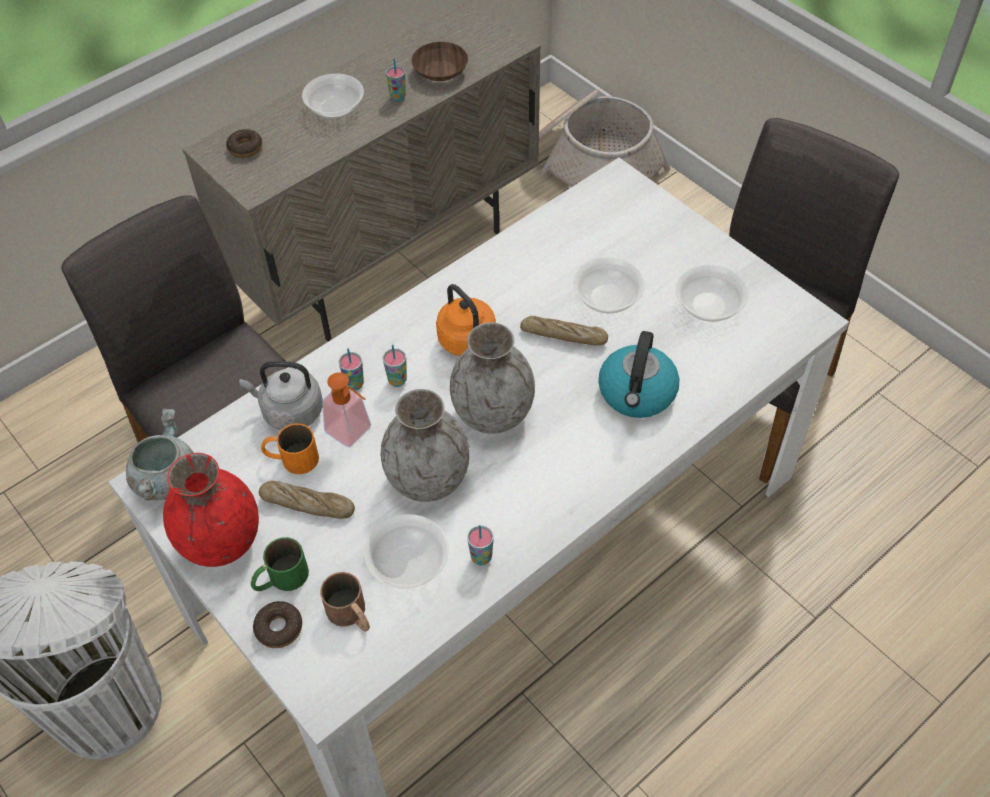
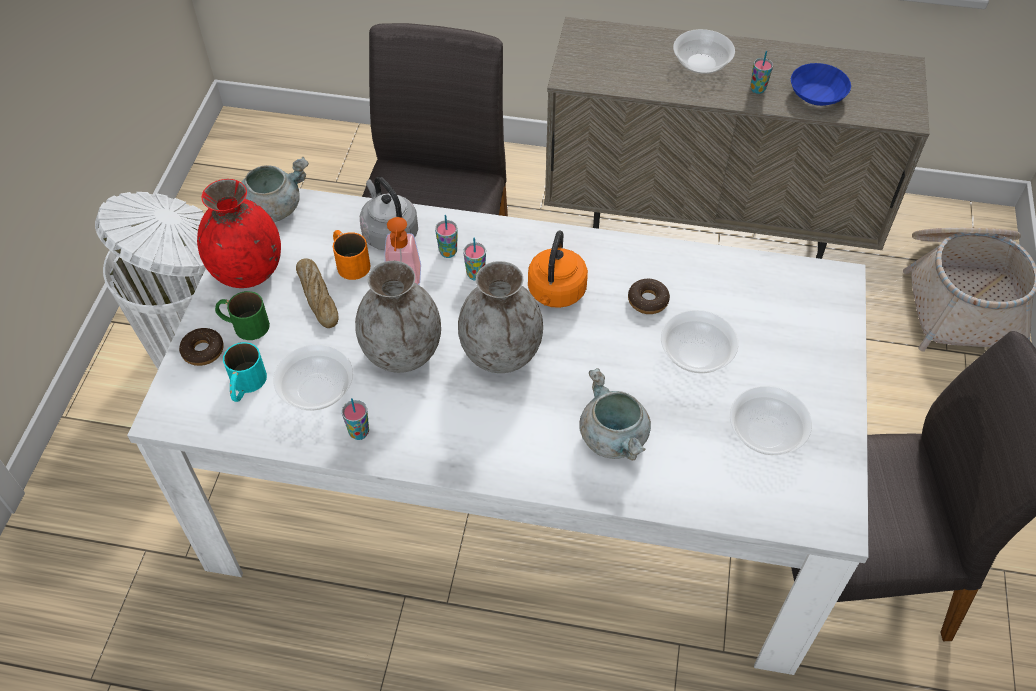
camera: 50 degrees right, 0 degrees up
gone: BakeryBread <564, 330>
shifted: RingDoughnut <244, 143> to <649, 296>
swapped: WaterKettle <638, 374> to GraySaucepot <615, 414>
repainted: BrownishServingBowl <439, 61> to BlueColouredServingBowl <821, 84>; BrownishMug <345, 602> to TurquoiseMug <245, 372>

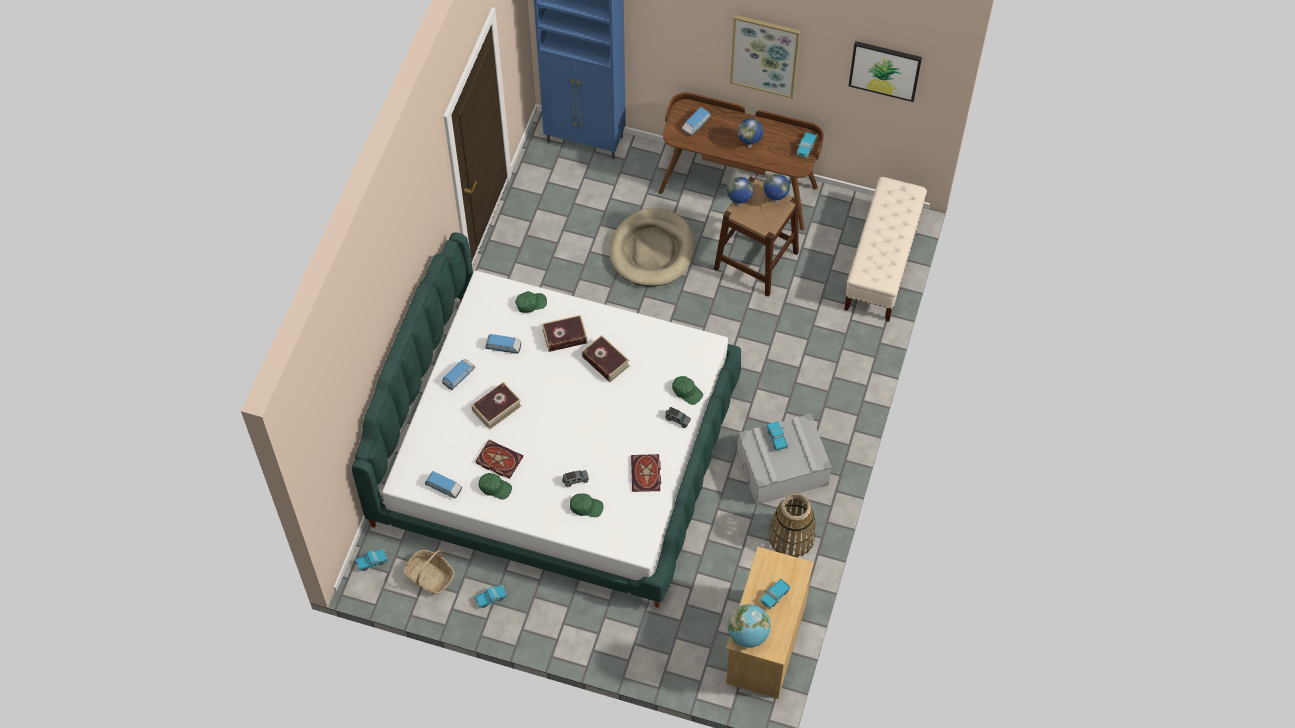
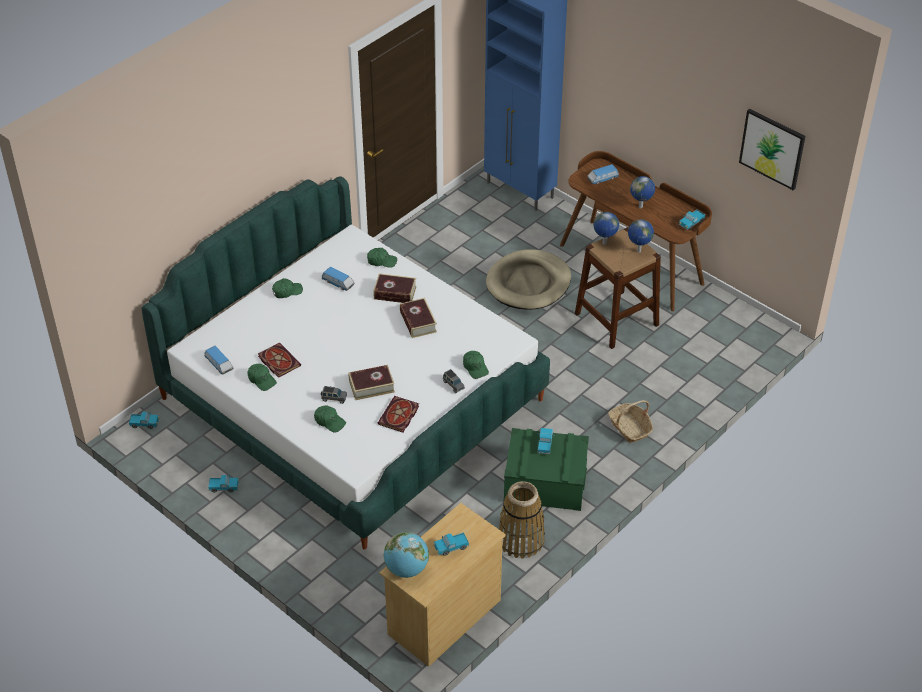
camera: 25 degrees right, 15 degrees down
gone: Picture <765, 57>; BeigeLongSeat <885, 249>
shifted: BoundBook <496, 406> to <371, 382>; StorageBasket <428, 572> to <630, 421>
swapped: MiniatureCar <458, 374> to GreenColouredBaseballCap <287, 288>
repainted: GrayStorageBin <784, 459> to GreenColouredStorageBin <546, 469>

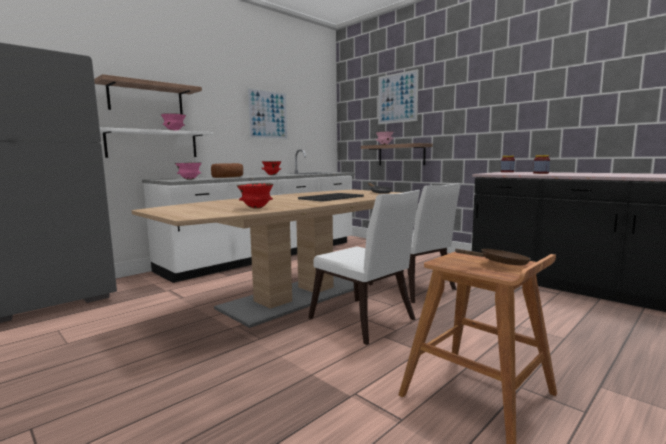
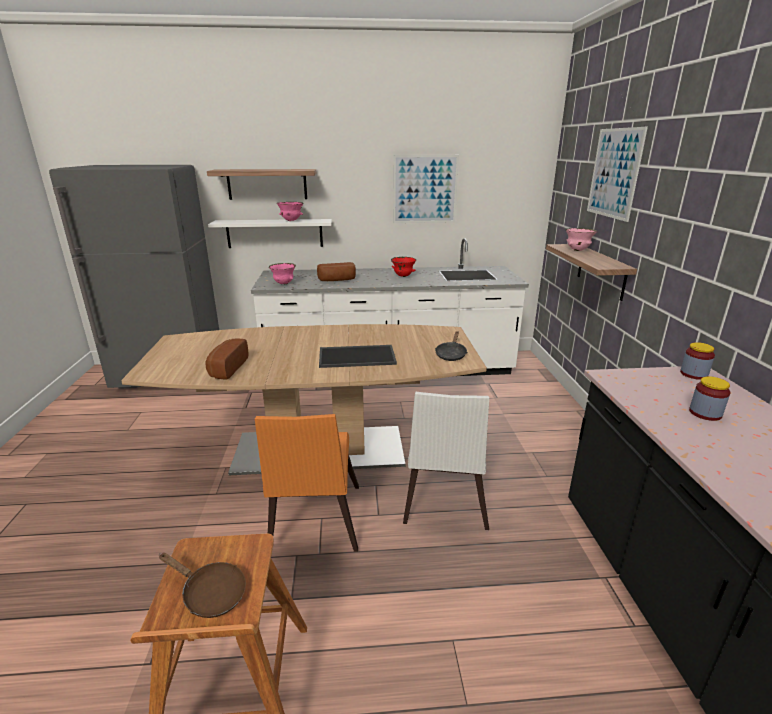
camera: 40 degrees right, 15 degrees up
swapped: RedServingBowl <255, 196> to BakeryBread <227, 359>
repainted: WhiteUprightChair <364, 267> to OrangeyUprightChair <307, 483>

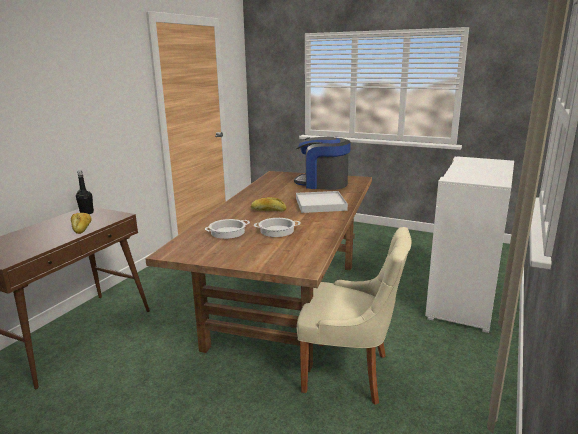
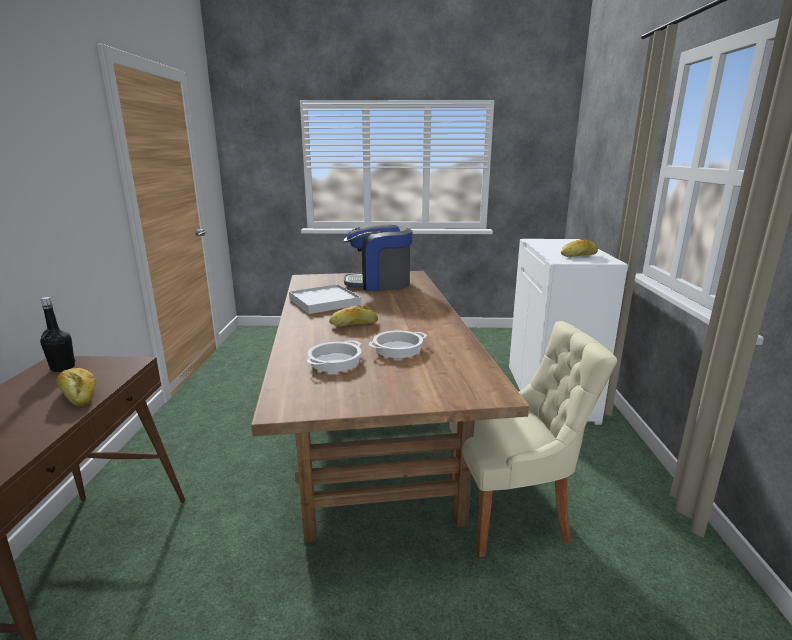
camera: 25 degrees left, 0 degrees up
new: BakeryBread <579, 248>
shifted: WhiteServingTray <322, 202> to <325, 299>

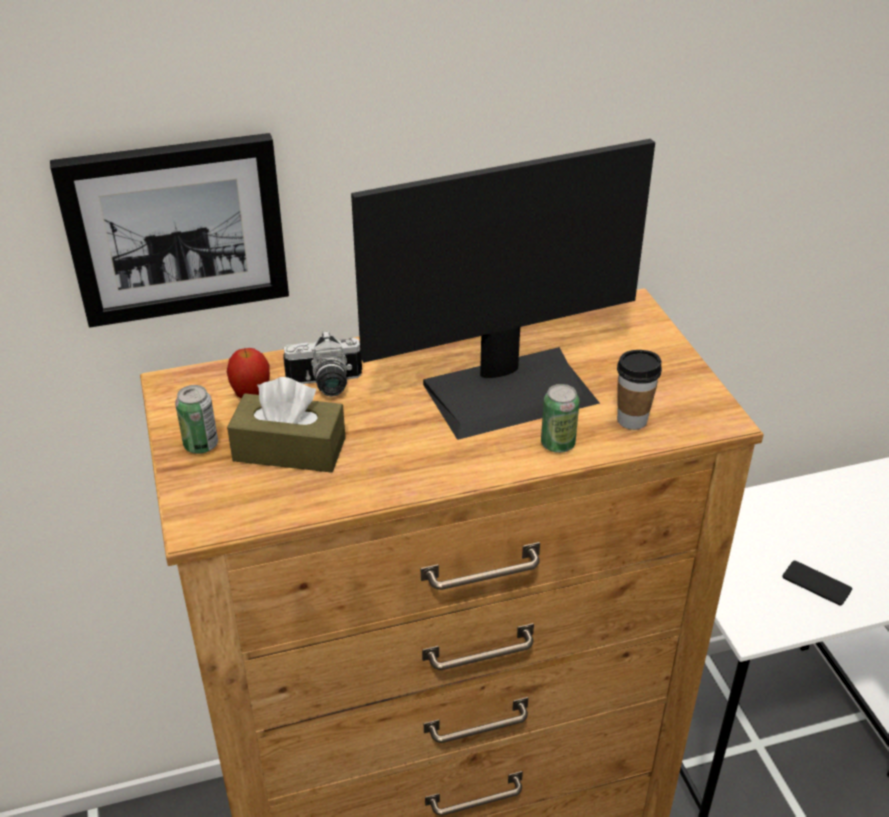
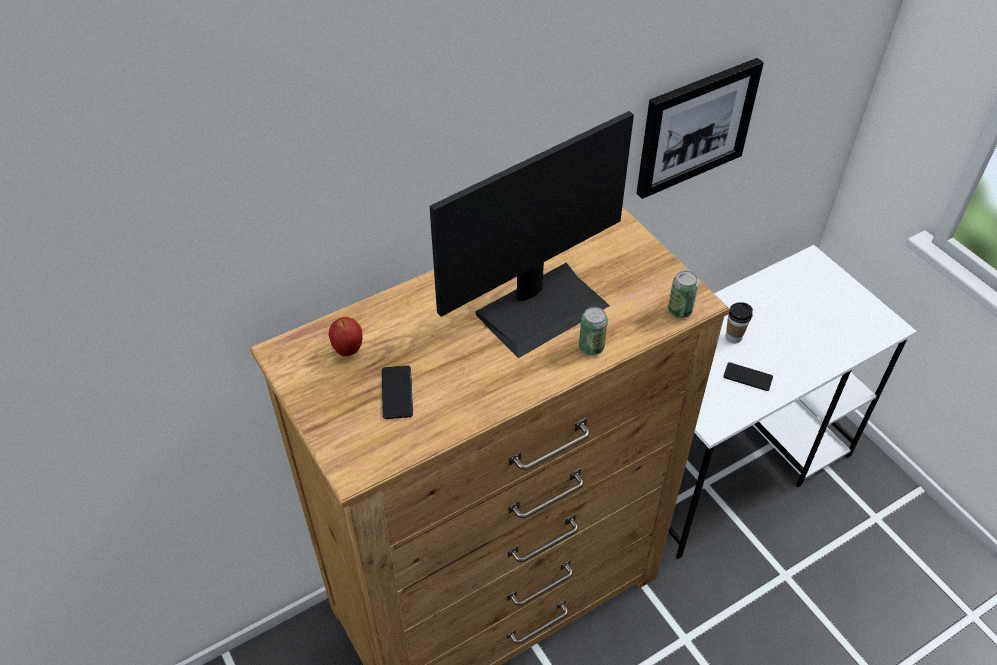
camera: 15 degrees left, 10 degrees up
gone: PhotoCamera <322, 363>
shifted: Picture <169, 230> to <700, 128>; SmallCup <639, 390> to <739, 323>; MetalCan <196, 419> to <683, 294>
swapped: BrownishTissueBox <286, 425> to Handset <397, 392>

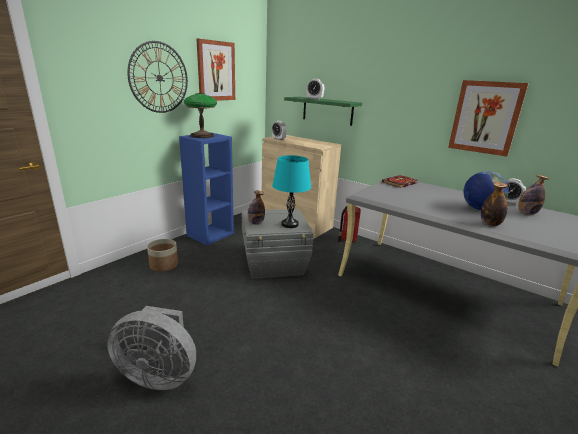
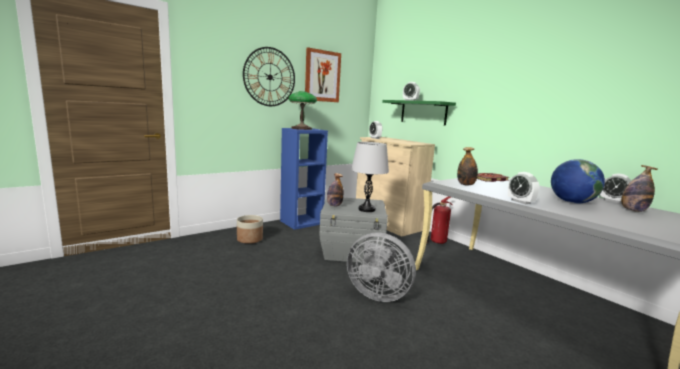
camera: 15 degrees right, 10 degrees down
gone: Picture <488, 118>
new: BedsideClock <523, 188>
shifted: Bottle <494, 204> to <467, 166>; GrayFan <151, 348> to <381, 267>
repainted: TurquoiseTableLamp <291, 191> to GrayTableLamp <370, 177>

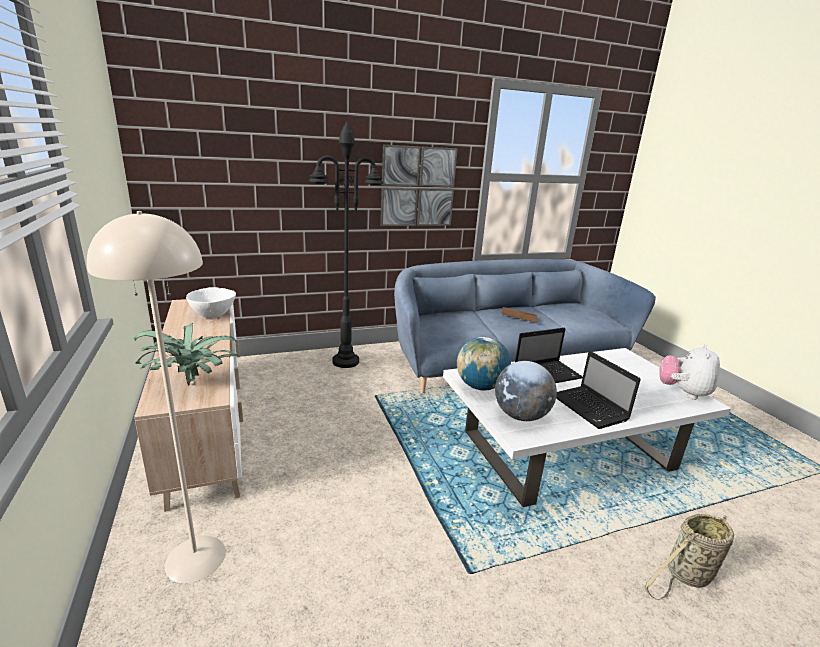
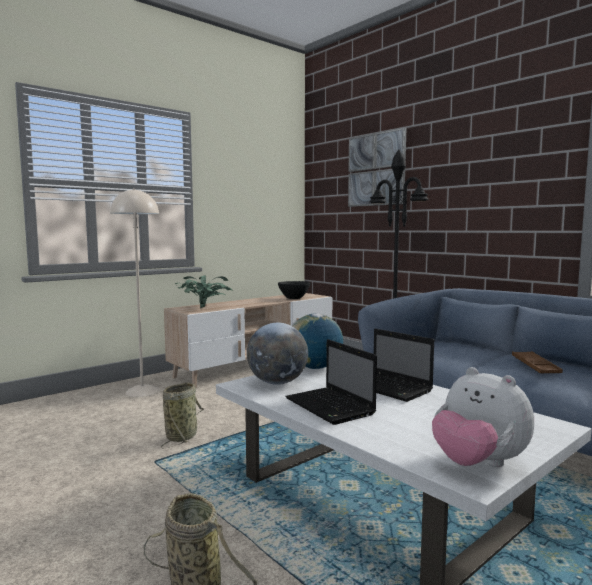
camera: 70 degrees right, 15 degrees down
new: StorageBasket <182, 415>
shifted: Picture <419, 185> to <377, 167>
repainted: WhiteServingBowl <211, 302> to BlackServingBowl <294, 290>
rotated: SoftToy <689, 372> = <483, 417> 135 degrees counterclockwise; NotebookComputer <598, 390> = <331, 382> 75 degrees counterclockwise

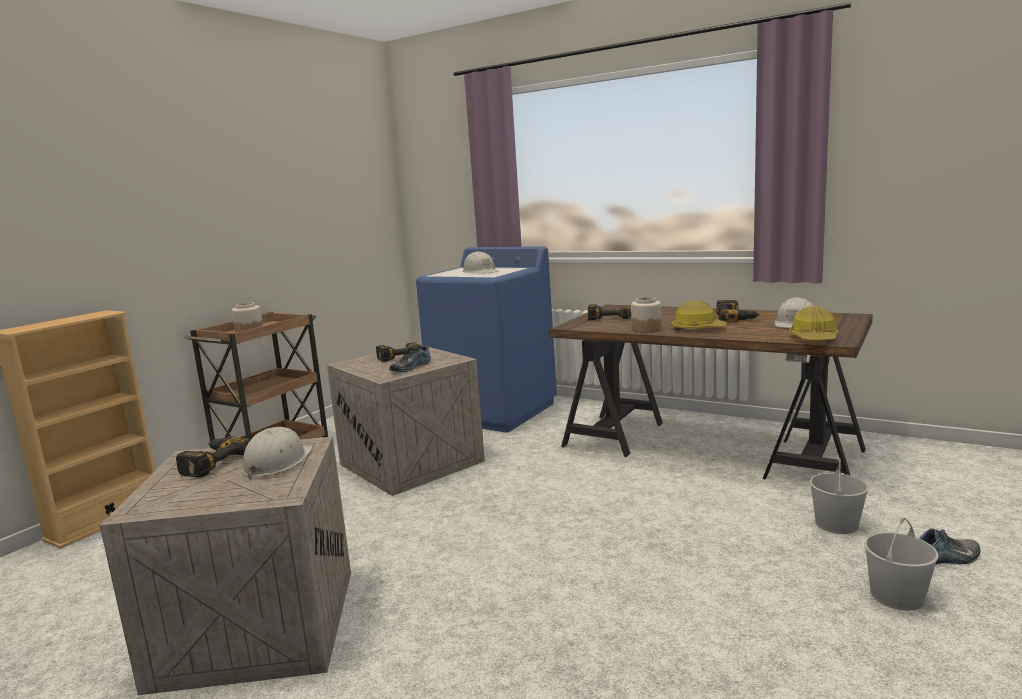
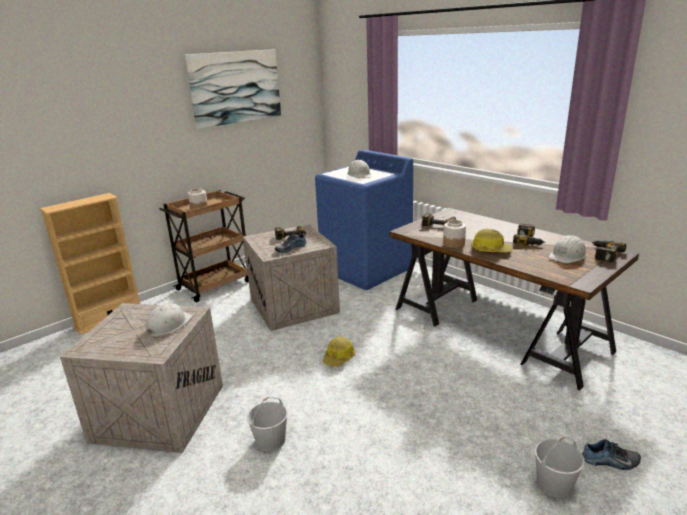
camera: 15 degrees right, 10 degrees up
new: Picture <233, 89>
shifted: SafetyHelmet <813, 323> to <339, 352>; PowerDrill <213, 457> to <608, 251>; WhitePail <839, 496> to <267, 424>

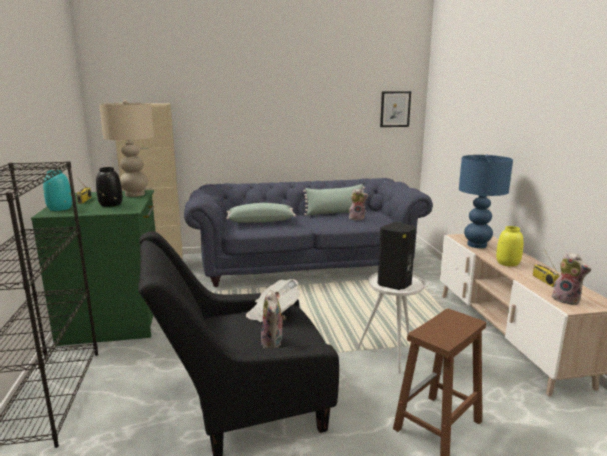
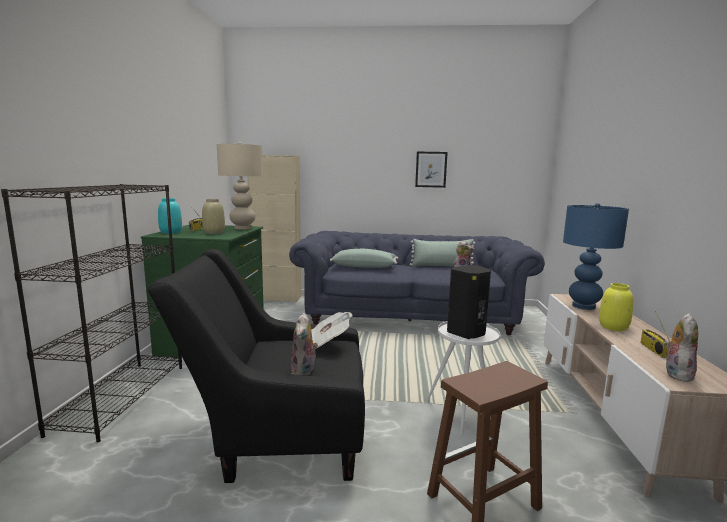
camera: 15 degrees right, 5 degrees down
shifted: Picture <395, 109> to <431, 170>
repainted: BlackDecorativeVase <109, 187> to BeigeDecorativeVase <213, 216>
rotated: SoftToy <570, 278> = <681, 347> 120 degrees counterclockwise

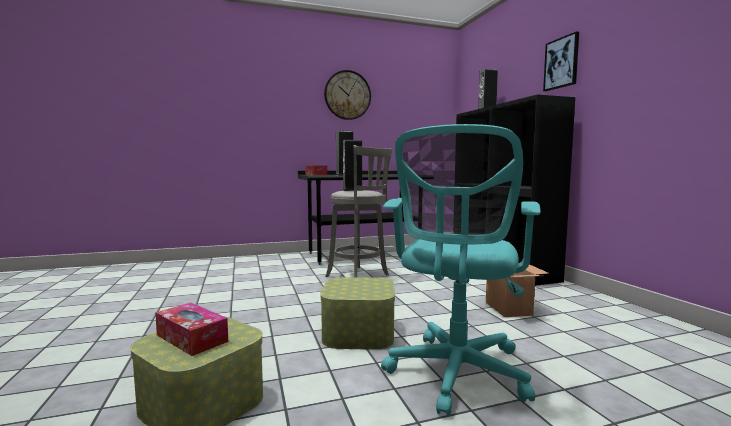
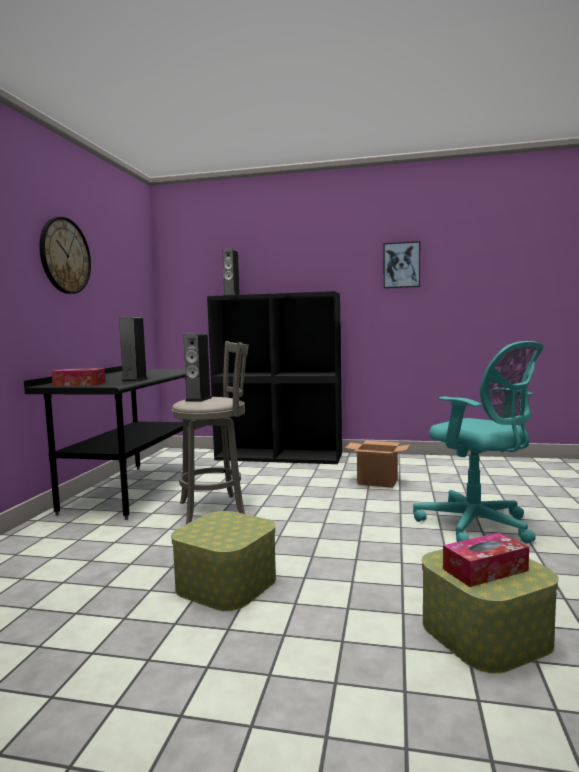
camera: 60 degrees left, 0 degrees up
shifted: Picture <561, 61> to <402, 265>; StorageBin <357, 313> to <223, 561>

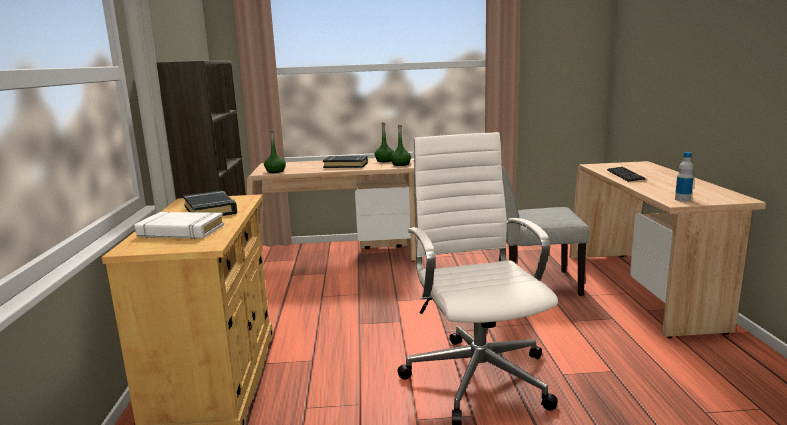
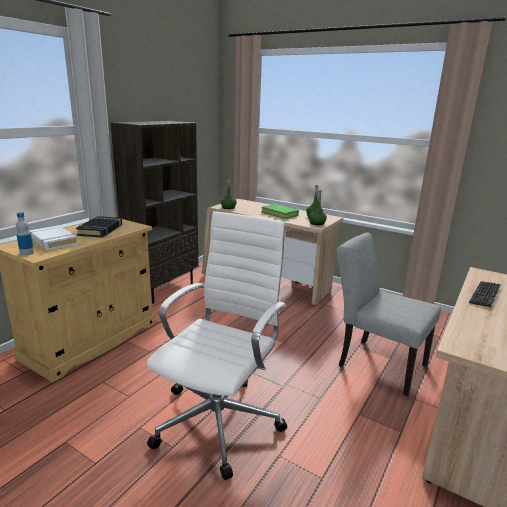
camera: 35 degrees right, 5 degrees up
shifted: Bottle <684, 177> to <25, 233>
repainted: BlackBoundBook <345, 161> to GreenColouredBoundBook <280, 211>

